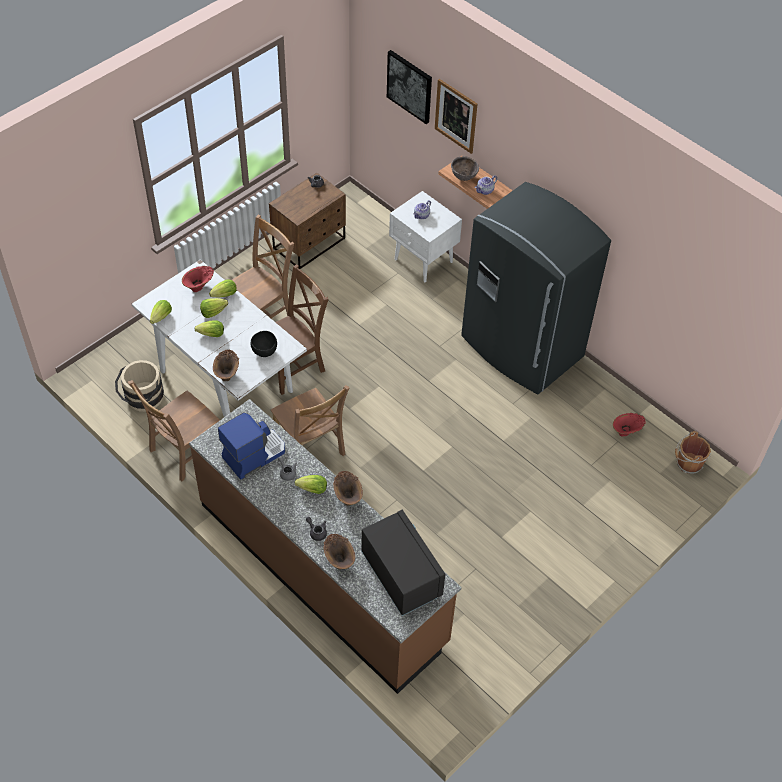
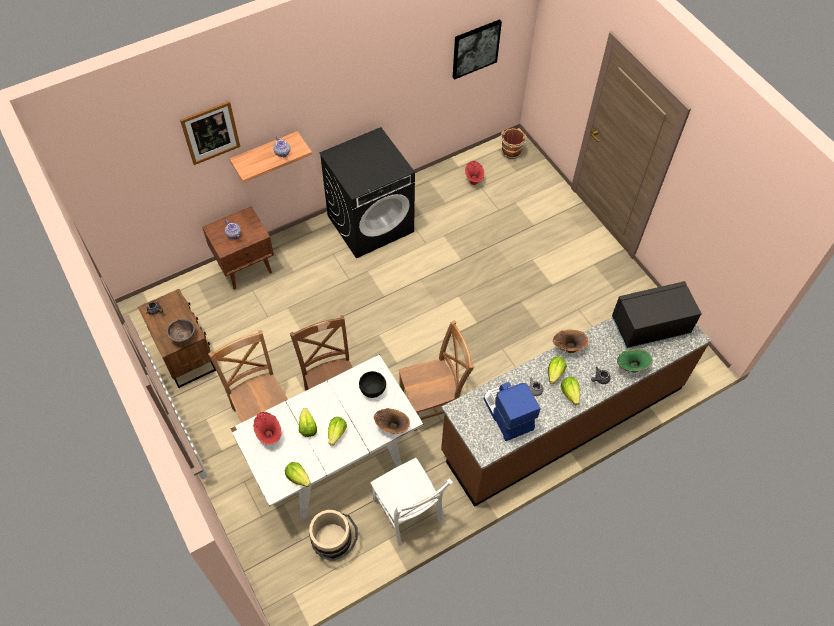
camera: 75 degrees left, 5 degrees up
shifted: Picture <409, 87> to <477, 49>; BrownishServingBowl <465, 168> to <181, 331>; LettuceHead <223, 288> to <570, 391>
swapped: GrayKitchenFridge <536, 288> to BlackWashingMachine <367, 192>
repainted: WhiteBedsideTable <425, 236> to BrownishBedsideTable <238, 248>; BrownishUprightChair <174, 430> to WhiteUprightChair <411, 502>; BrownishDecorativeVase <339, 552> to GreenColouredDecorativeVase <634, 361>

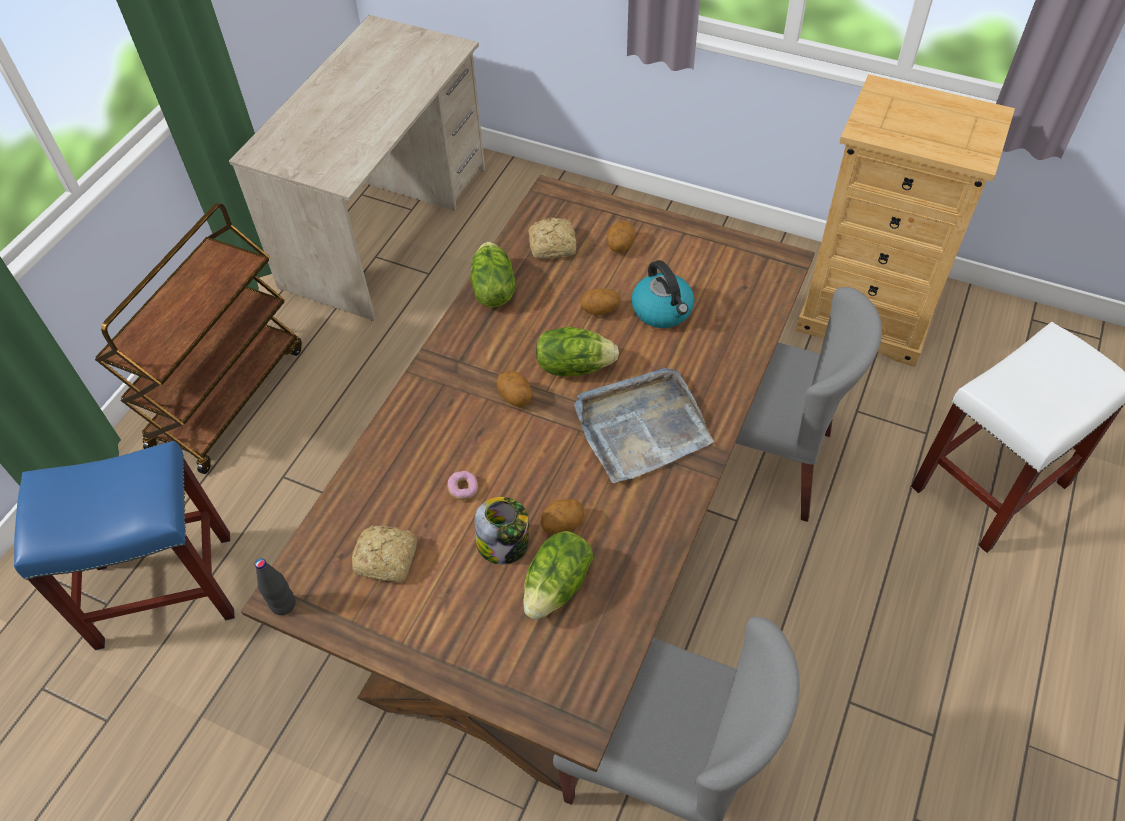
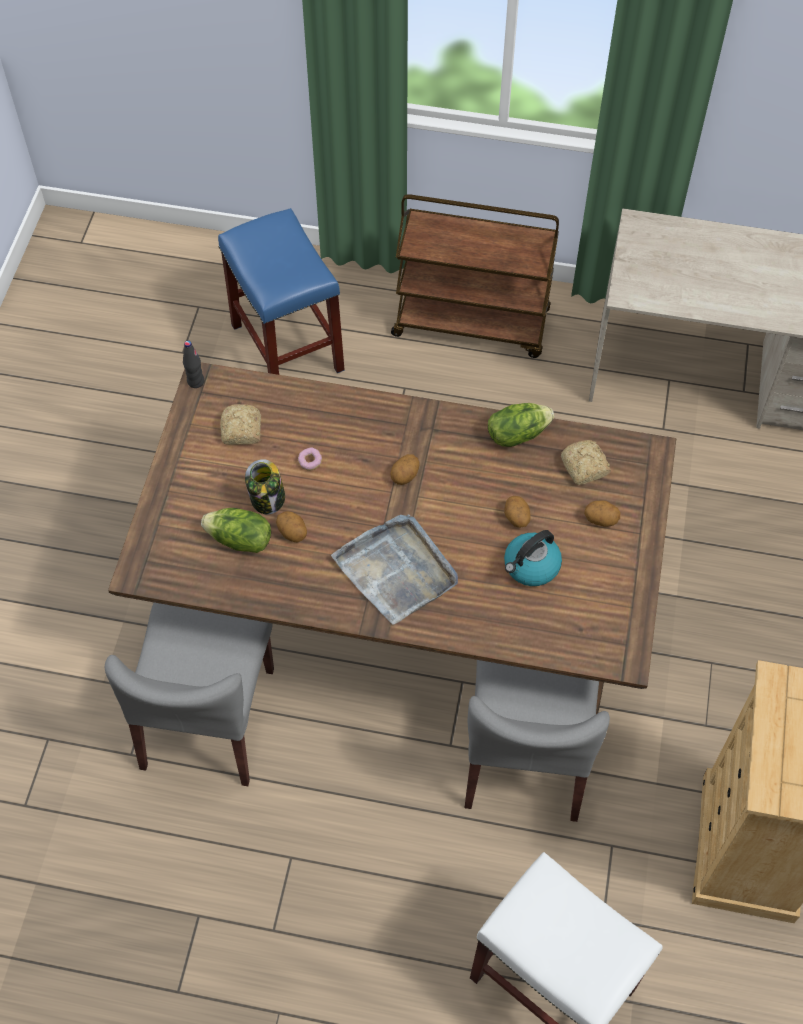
camera: 75 degrees right, 5 degrees up
gone: LettuceHead <577, 351>

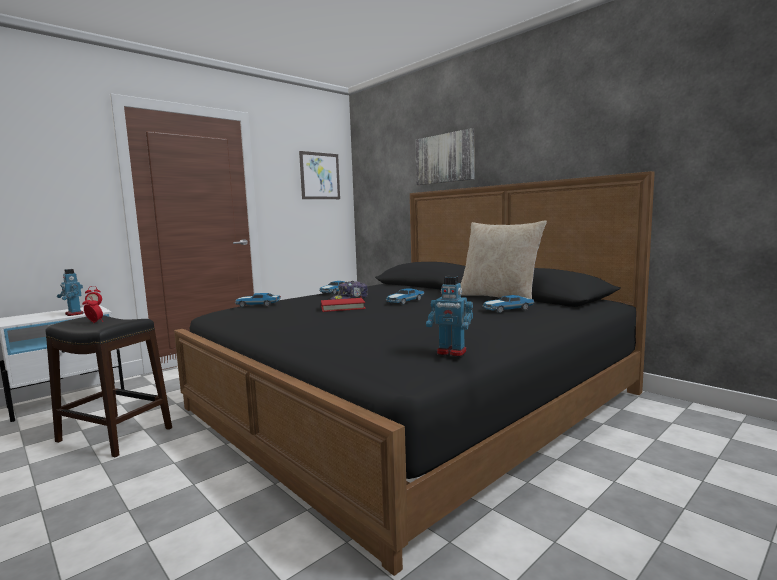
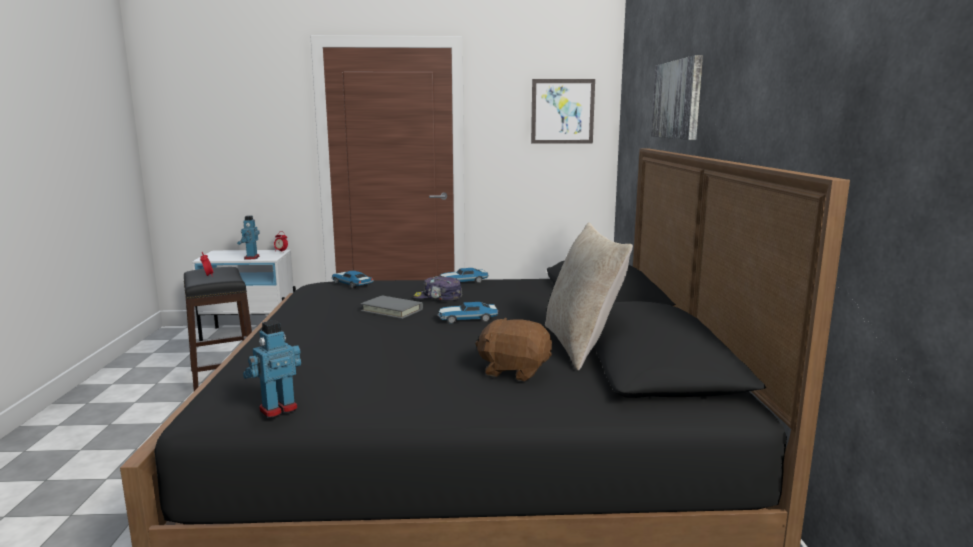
camera: 40 degrees right, 5 degrees up
swapped: MiniatureCar <508, 304> to BrownishSoftToy <513, 349>
repainted: RedBoundBook <343, 305> to GrayBoundBook <392, 307>
rotated: ToyRobot <449, 316> = <272, 369> 75 degrees clockwise

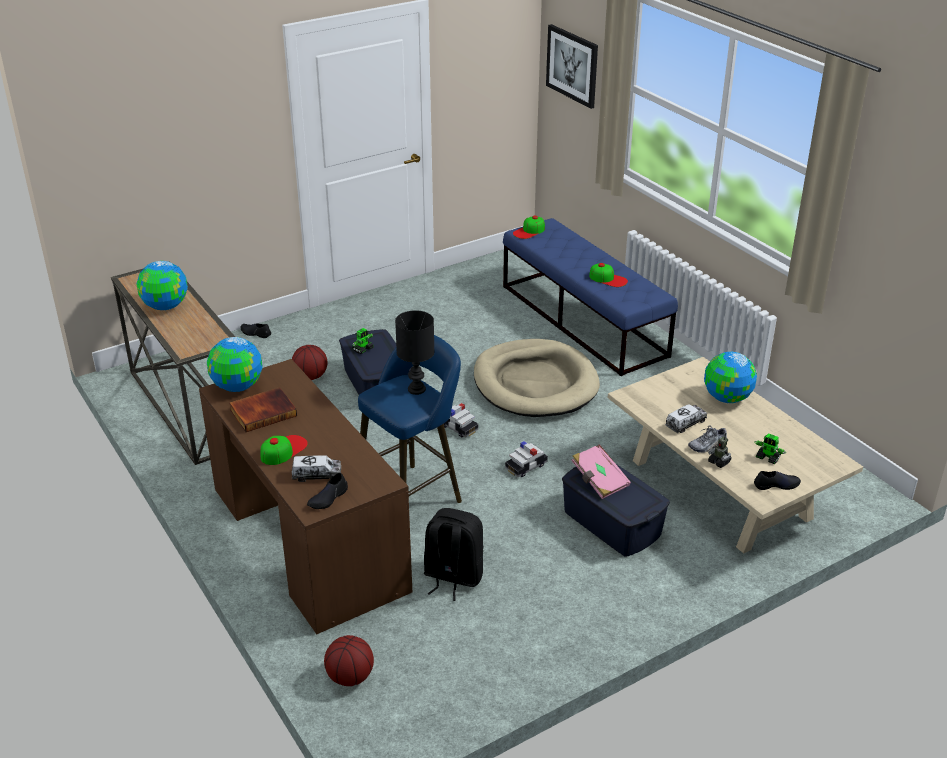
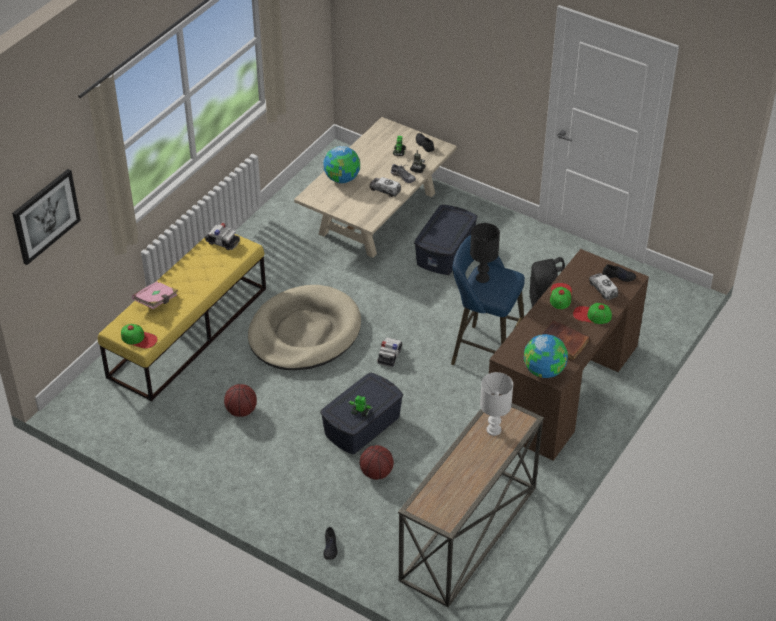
camera: 115 degrees left, 10 degrees up
gone: DeskGlobe <162, 285>
new: WhiteTableLamp <496, 404>
shifted: BaseballCap <608, 275> to <561, 296>; MiniatureCar <526, 459> to <222, 236>; PinkColouredBoundBook <601, 471> to <155, 295>; BasketballBall <349, 660> to <240, 400>
repainted: BlueColouredLongSeat <590, 297> to YellowColouredLongSeat <182, 318>

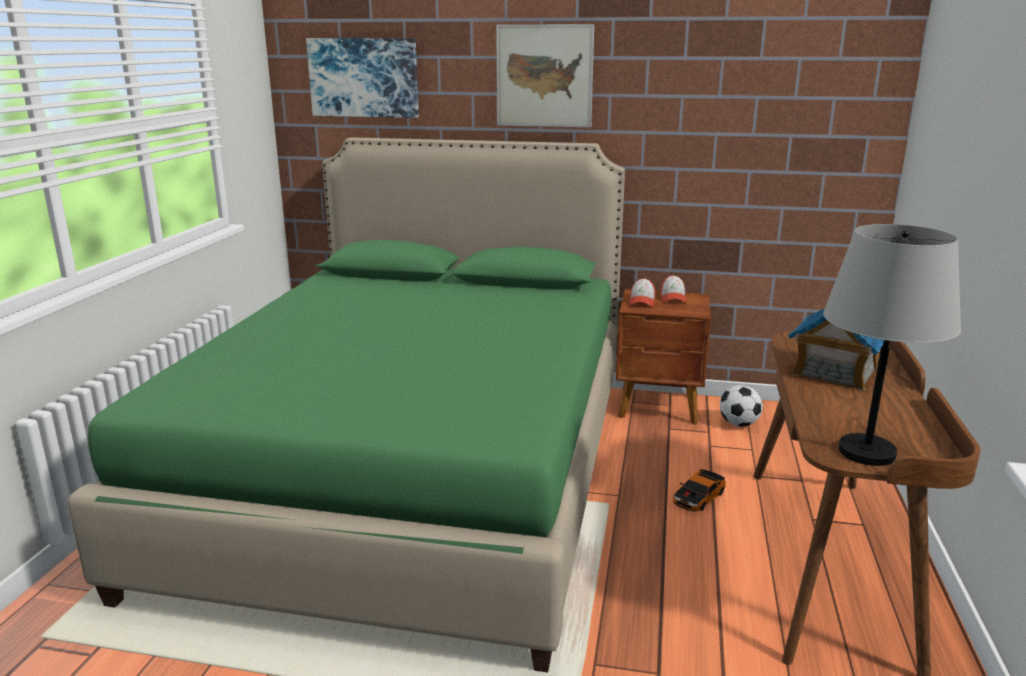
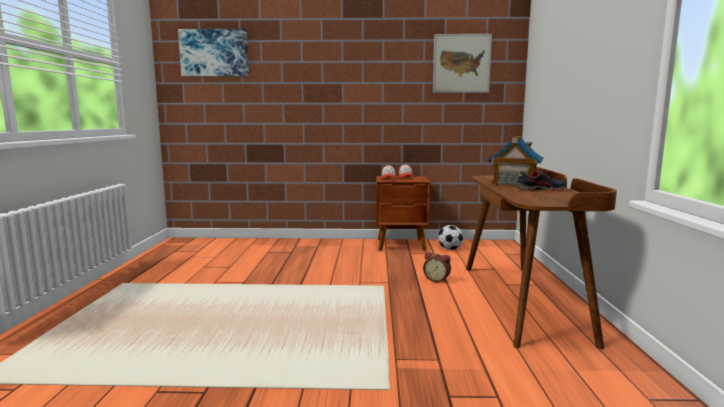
camera: 10 degrees left, 10 degrees down
gone: GreenColouredSleepingBed <346, 405>; GrayTableLamp <892, 345>
new: Shoe <541, 180>
shifted: Picture <545, 75> to <462, 63>
swapped: MiniatureCar <699, 490> to BedsideClock <437, 267>

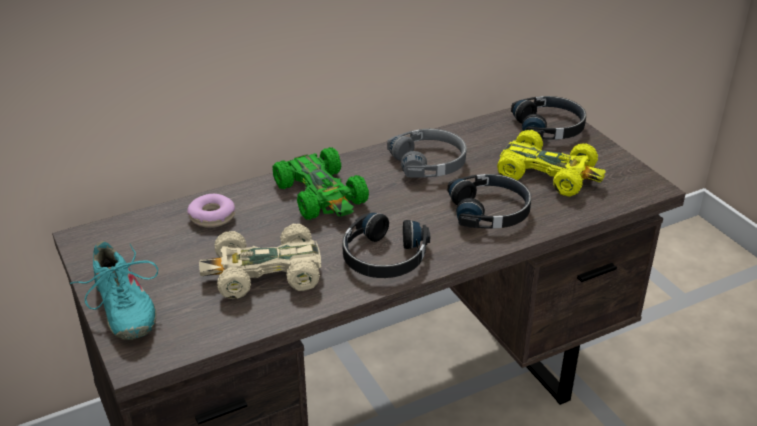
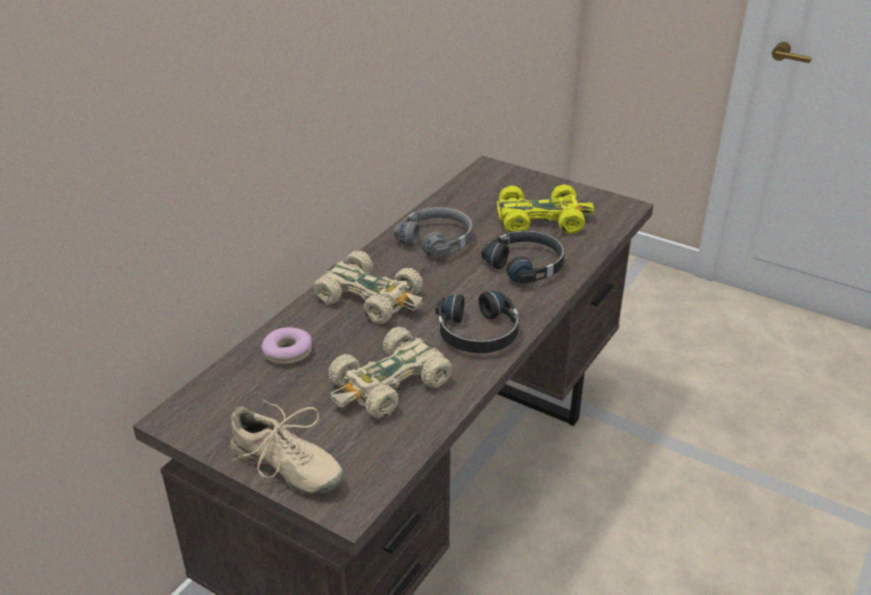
camera: 30 degrees left, 0 degrees up
gone: BlackHeadset <548, 118>
repainted: GreenColouredMiniatureCar <321, 183> to BeigeMiniatureCar <368, 287>; TurquoiseShoe <114, 290> to BeigeShoe <287, 447>

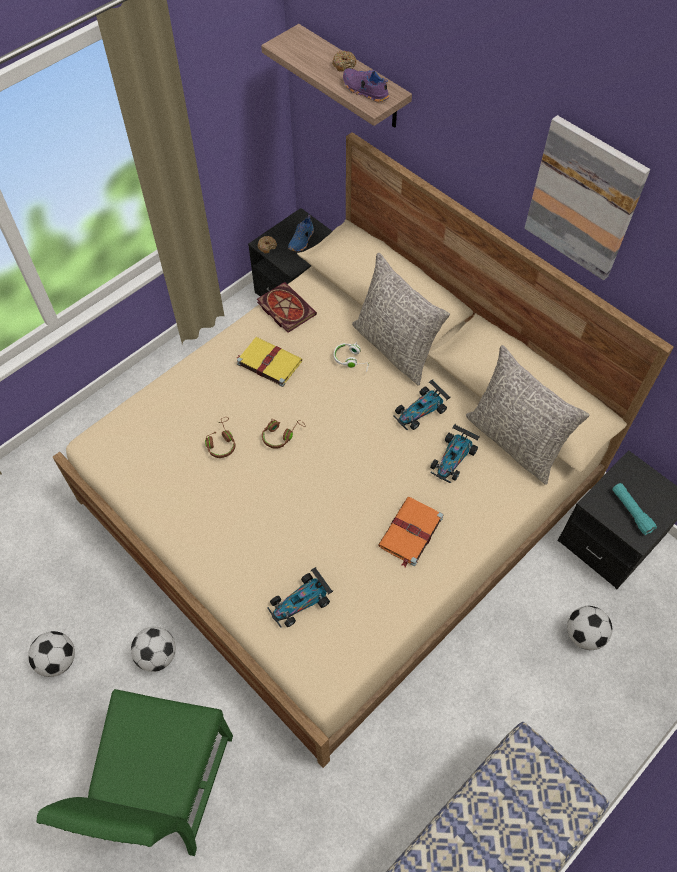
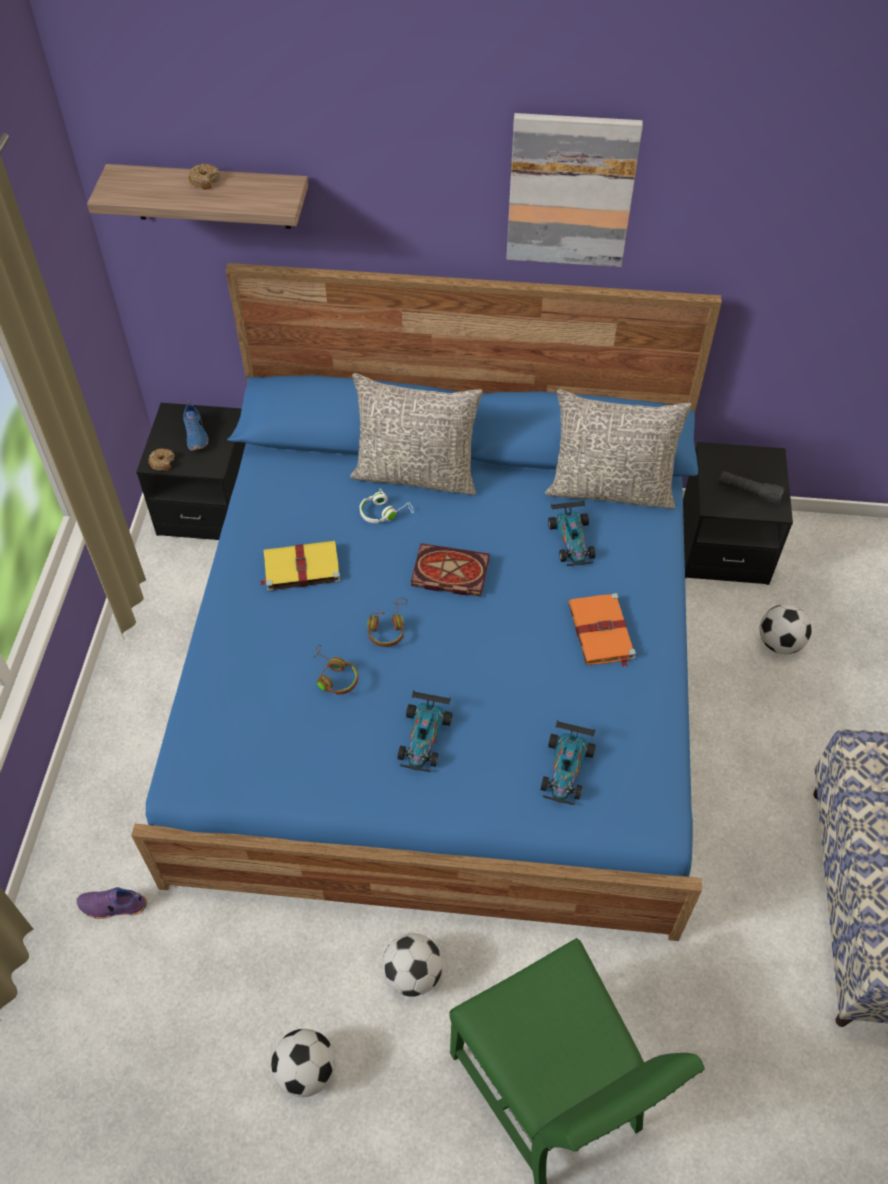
camera: 40 degrees left, 5 degrees down
shifted: PurplishShoe <366, 85> to <112, 903>; BoundBook <287, 307> to <450, 570>; MiniatureCar <422, 404> to <425, 731>
repainted: BeigeSleepingBed <363, 450> to BlueColouredSleepingBed <426, 602>; TurquoiseFlashlight <634, 509> to BlackFlashlight <752, 487>

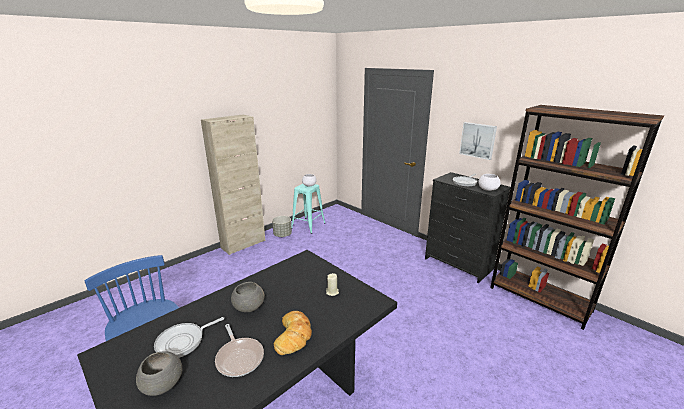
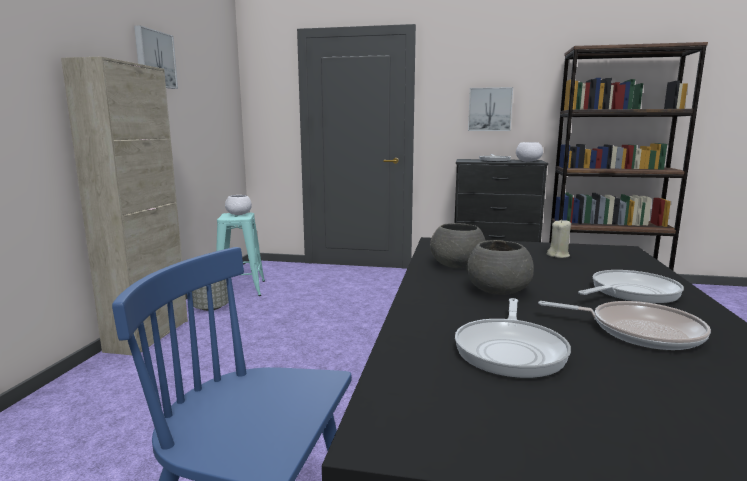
camera: 35 degrees left, 10 degrees down
new: Picture <156, 57>
shifted: GrayServingBowl <159, 373> to <457, 245>
swapped: BakeryBread <293, 333> to Skillet <631, 287>

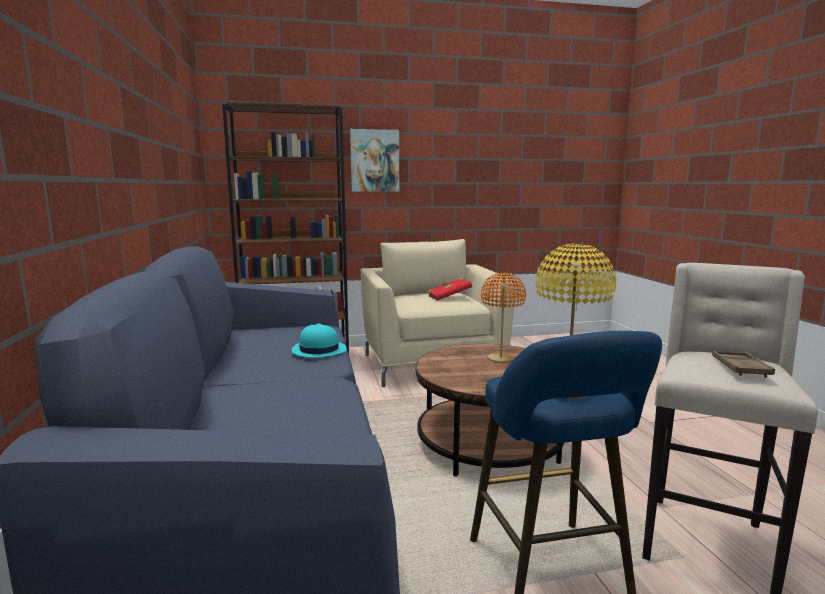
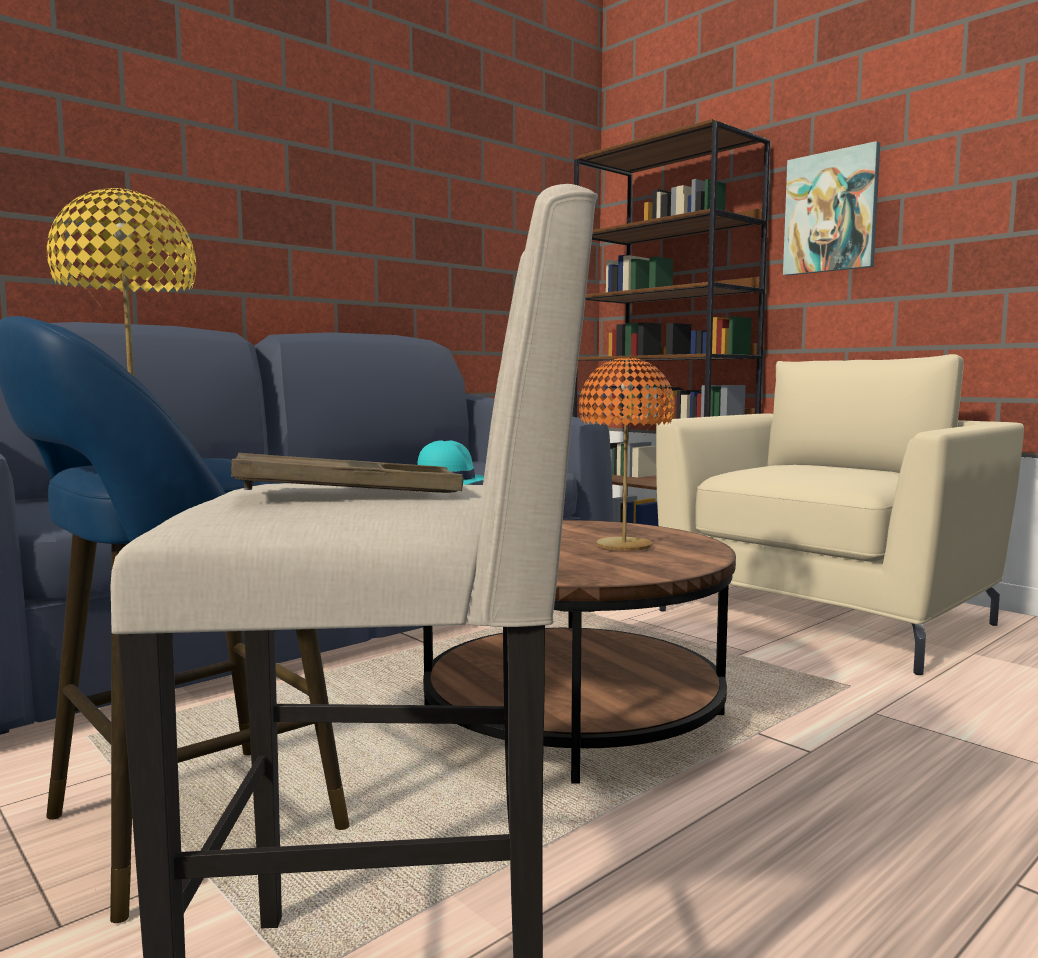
camera: 60 degrees right, 5 degrees down
gone: RedBoundBook <449, 289>

